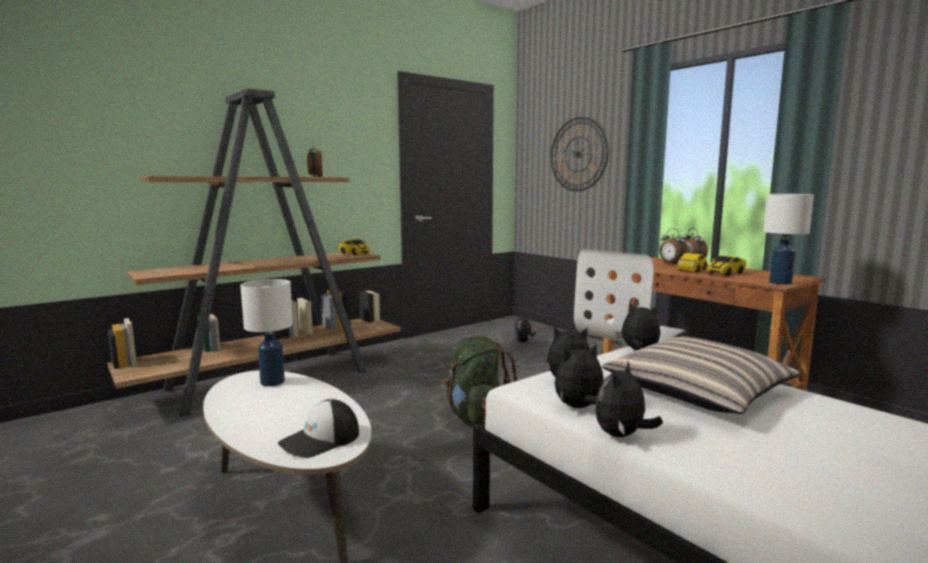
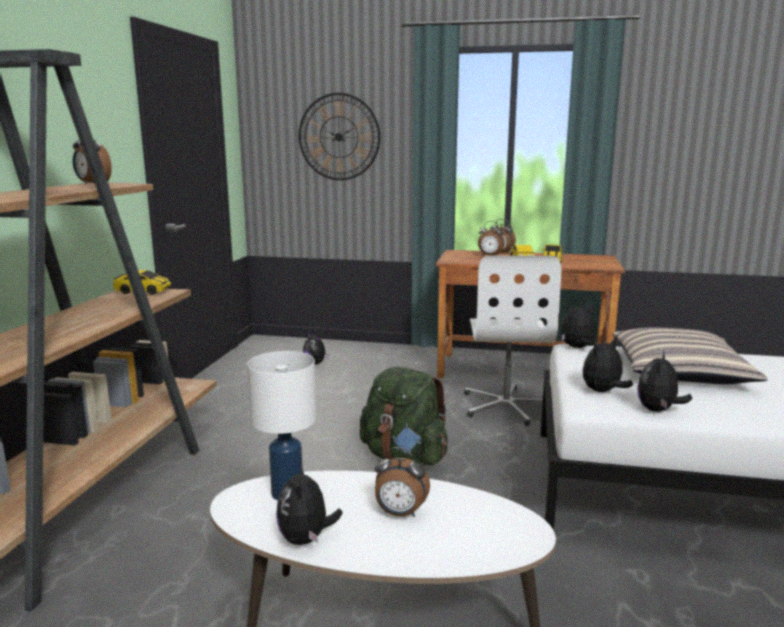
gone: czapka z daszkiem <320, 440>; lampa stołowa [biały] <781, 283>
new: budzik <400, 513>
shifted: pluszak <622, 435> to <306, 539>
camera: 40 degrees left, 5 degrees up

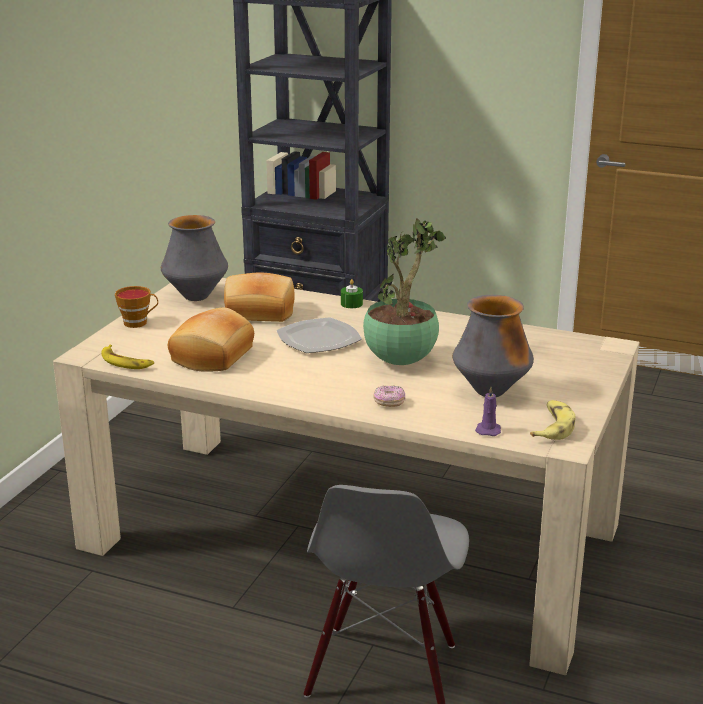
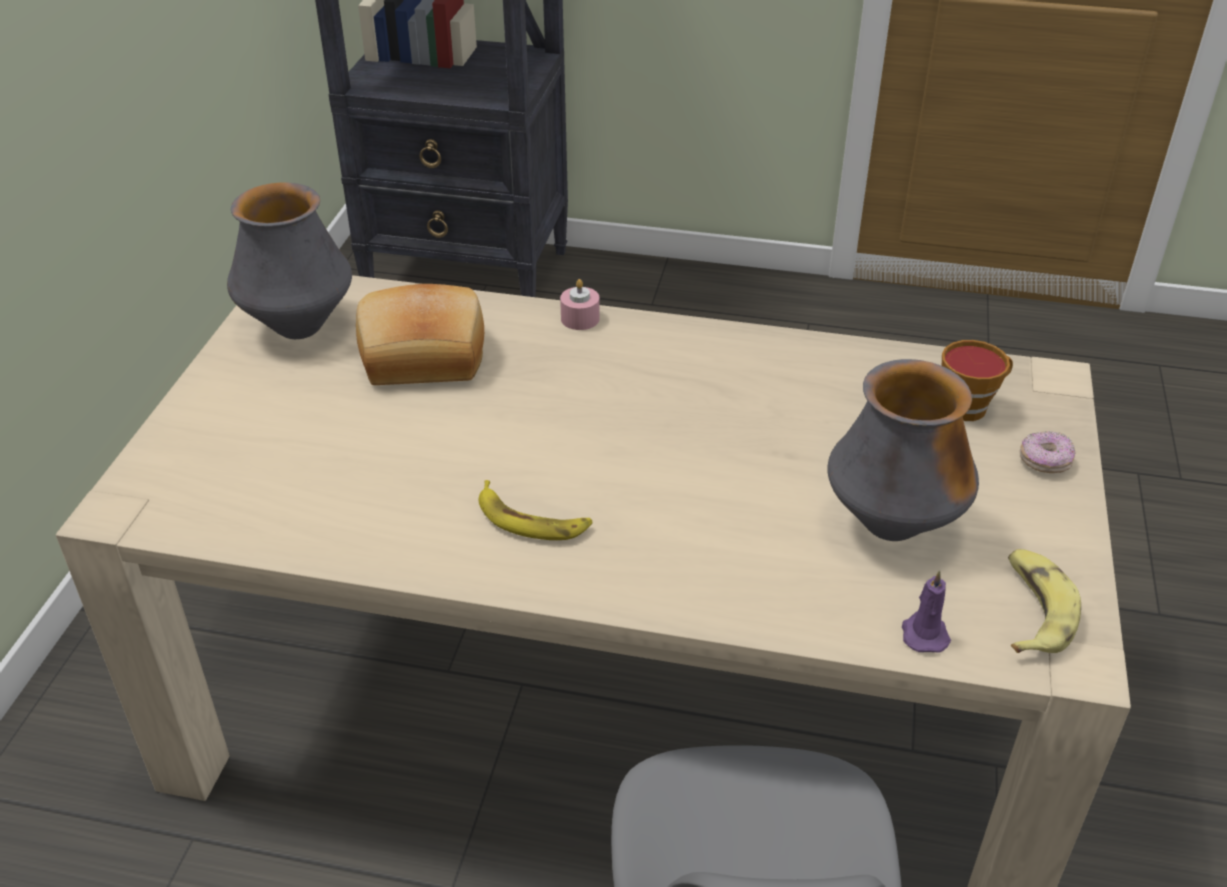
gone: chleb <214, 356>; talerz <317, 339>; roślina doniczkowa <401, 360>
shifted: banan <126, 362> to <531, 520>; filiżanka <138, 322> to <969, 406>; donut <389, 403> to <1044, 462>
repainted: świeca [zielony] <351, 304> to świeca [różowy] <580, 319>
camera: 10 degrees left, 15 degrees up

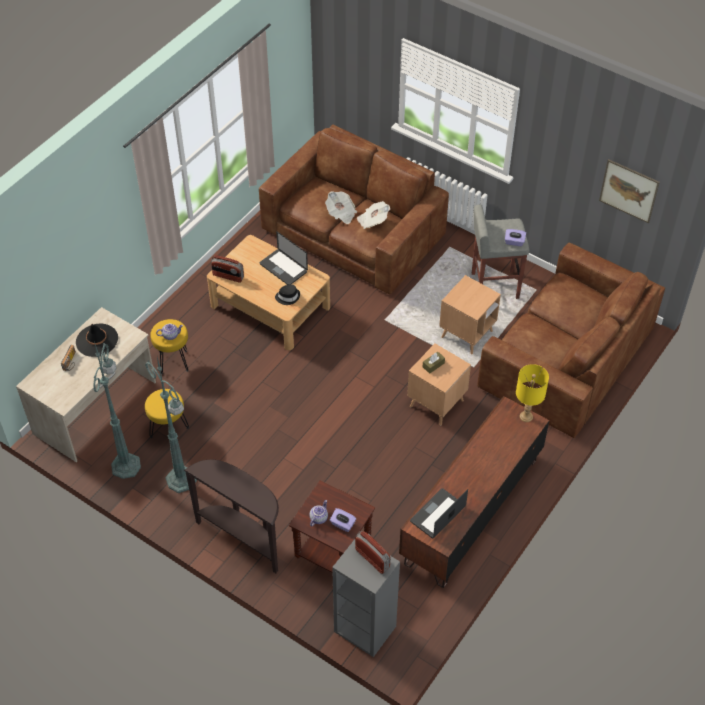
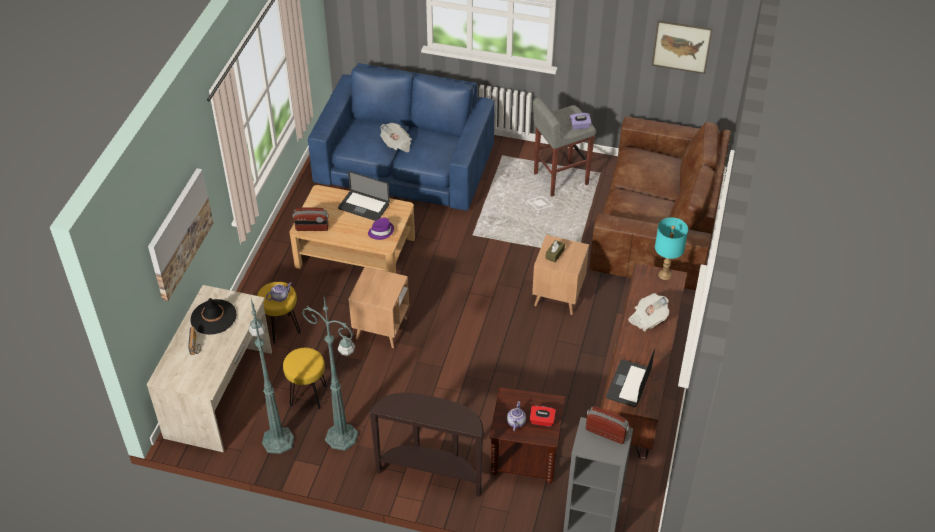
new: obraz <179, 233>
shifted: gazeta <372, 221> to <647, 319>; stolik [brązowy] <467, 334> to <381, 328>
repainted: kanapa [brązowy] <354, 233> to kanapa [niebieski] <405, 165>; kapelusz [czarny] <288, 297> to kapelusz [fioletowy] <381, 231>; pudełko chusteczek [fioletowy] <342, 524> to pudełko chusteczek [czerwony] <542, 421>; lampa stołowa [żółty] <526, 416> to lampa stołowa [turkusowy] <664, 275>
camera: 20 degrees left, 5 degrees down

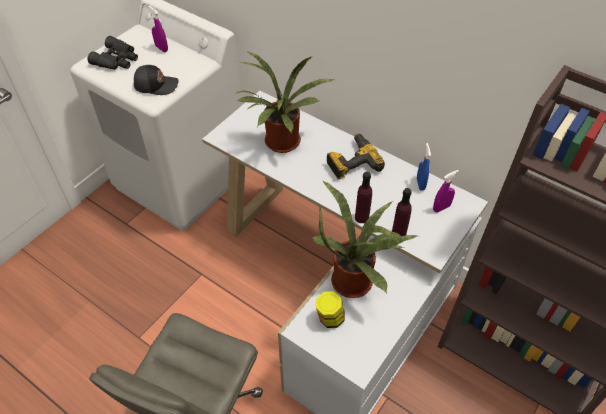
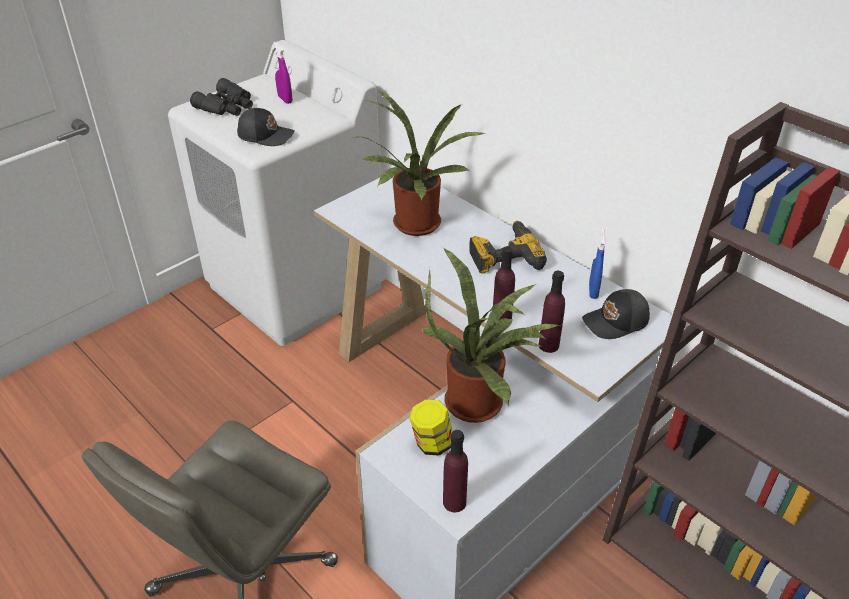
new: butelka [fioletowy] <454, 502>
swapped: spryskiwacz [fioletowy] <441, 208> to czapka z daszkiem [czarny] <616, 322>
camera: 10 degrees right, 10 degrees down

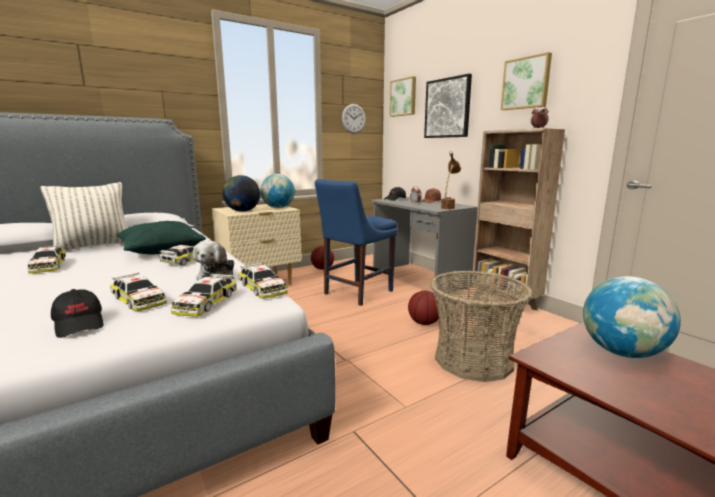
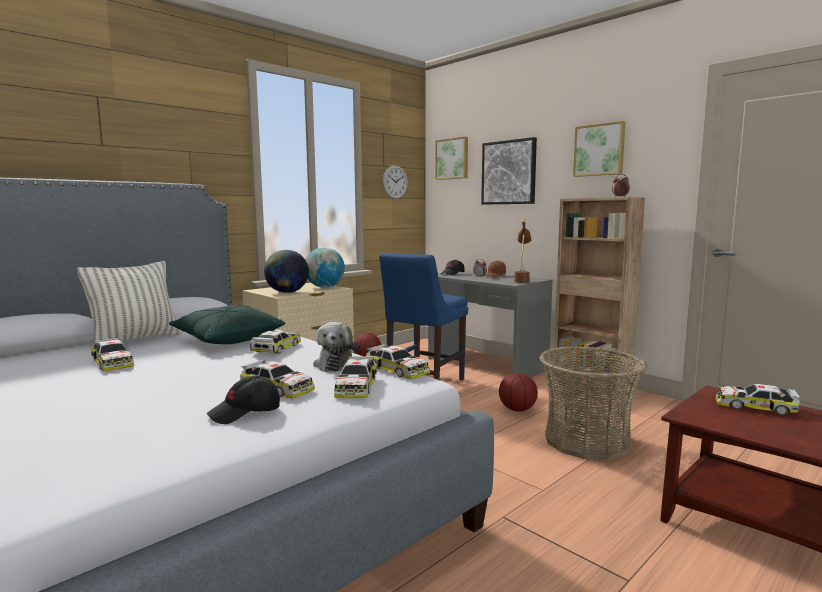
swapped: globus <622, 352> to samochodzik <755, 406>
rotated: czapka z daszkiem [czarny] <80, 324> = <245, 413> 105 degrees clockwise
camera: 10 degrees left, 5 degrees down

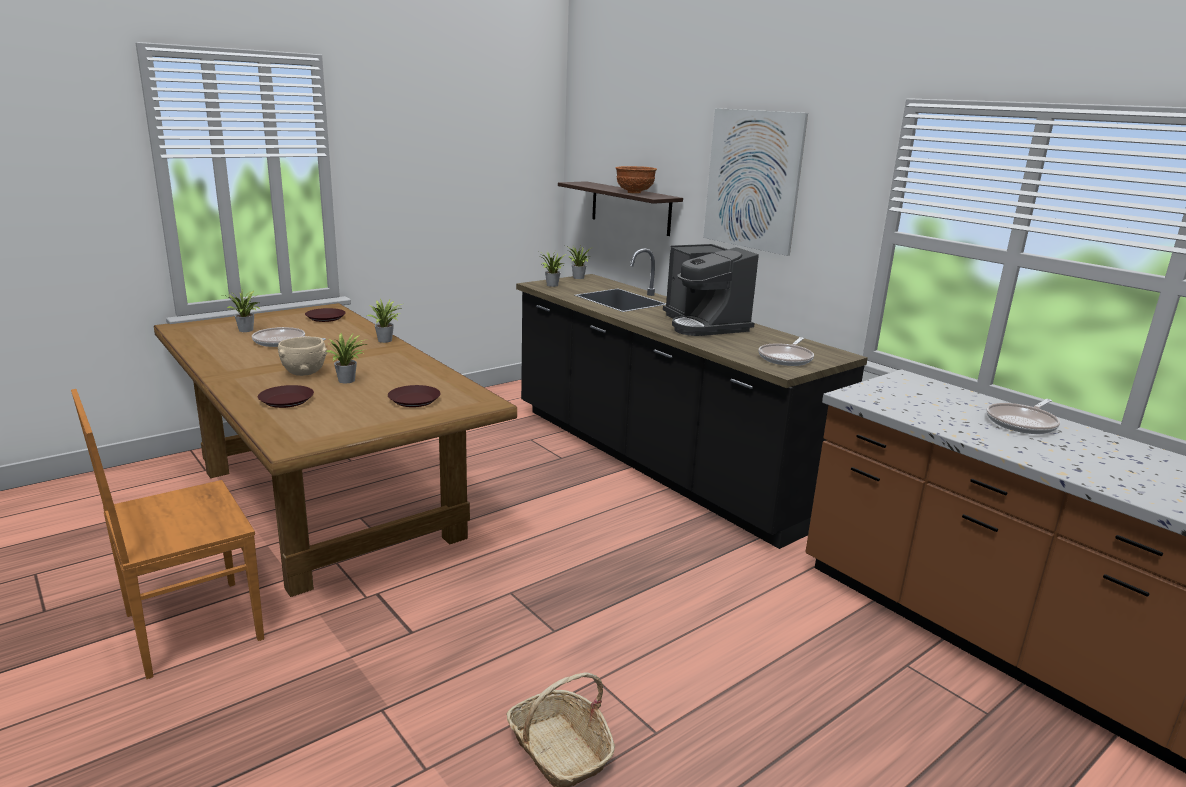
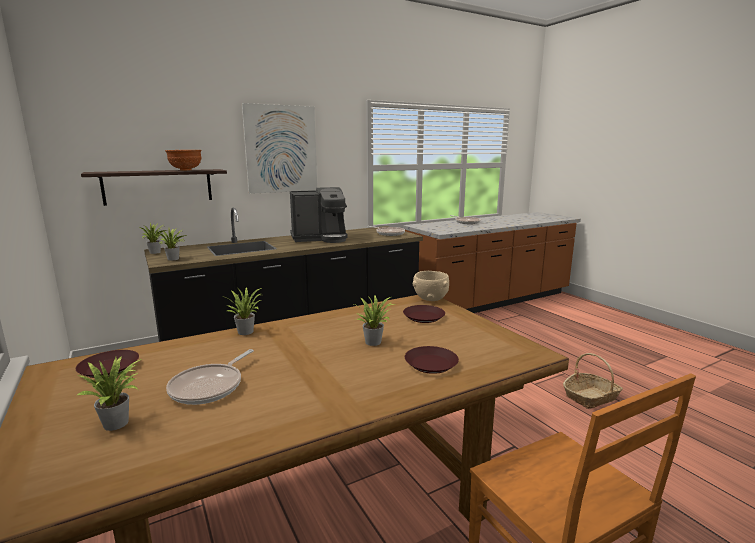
shifted: miska [beżowy] <304, 373> to <430, 299>
camera: 80 degrees left, 5 degrees down

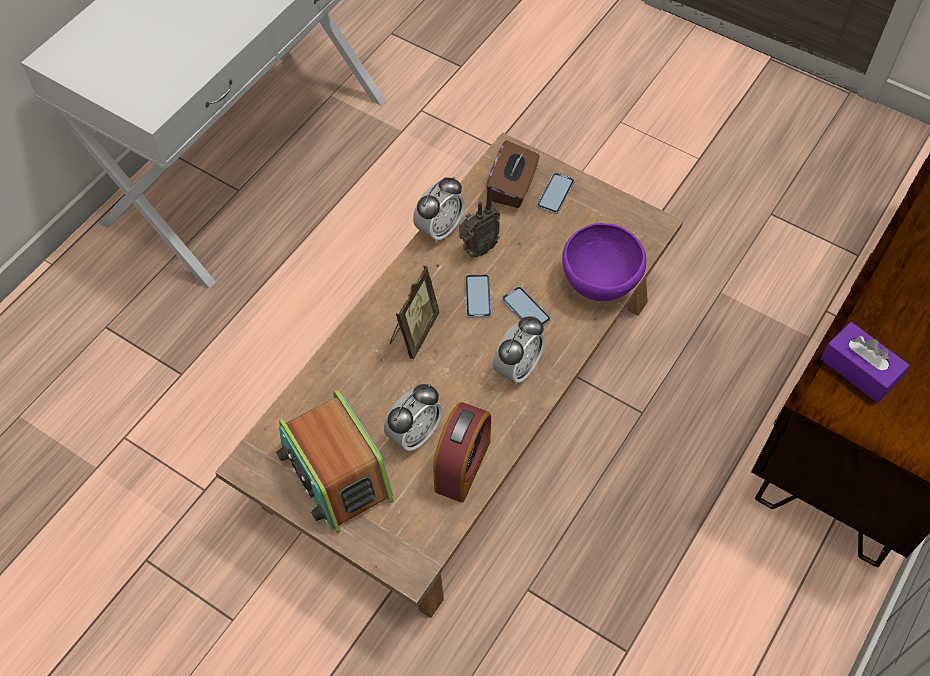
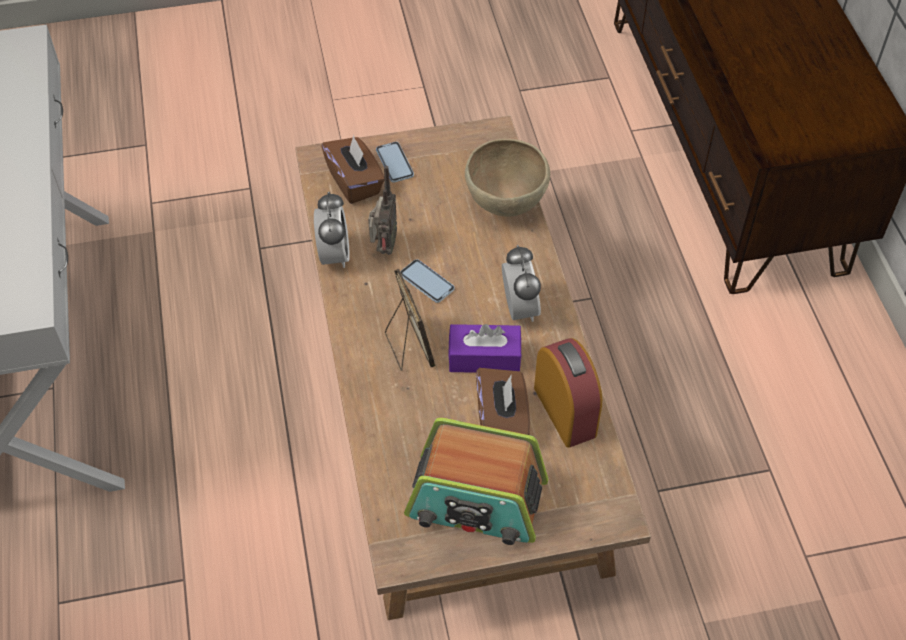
gone: telefon <526, 309>
shifted: pudełko chusteczek [fioletowy] <859, 369> to <484, 357>
swapped: budzik <414, 434> to pudełko chusteczek [brązowy] <502, 420>
repainted: miska [fioletowy] <599, 283> to miska [brązowy] <505, 203>
camera: 45 degrees left, 5 degrees down

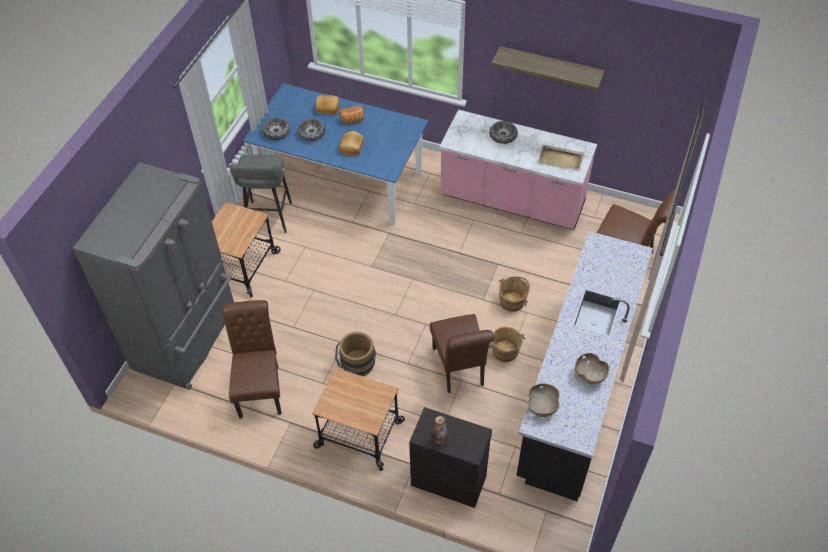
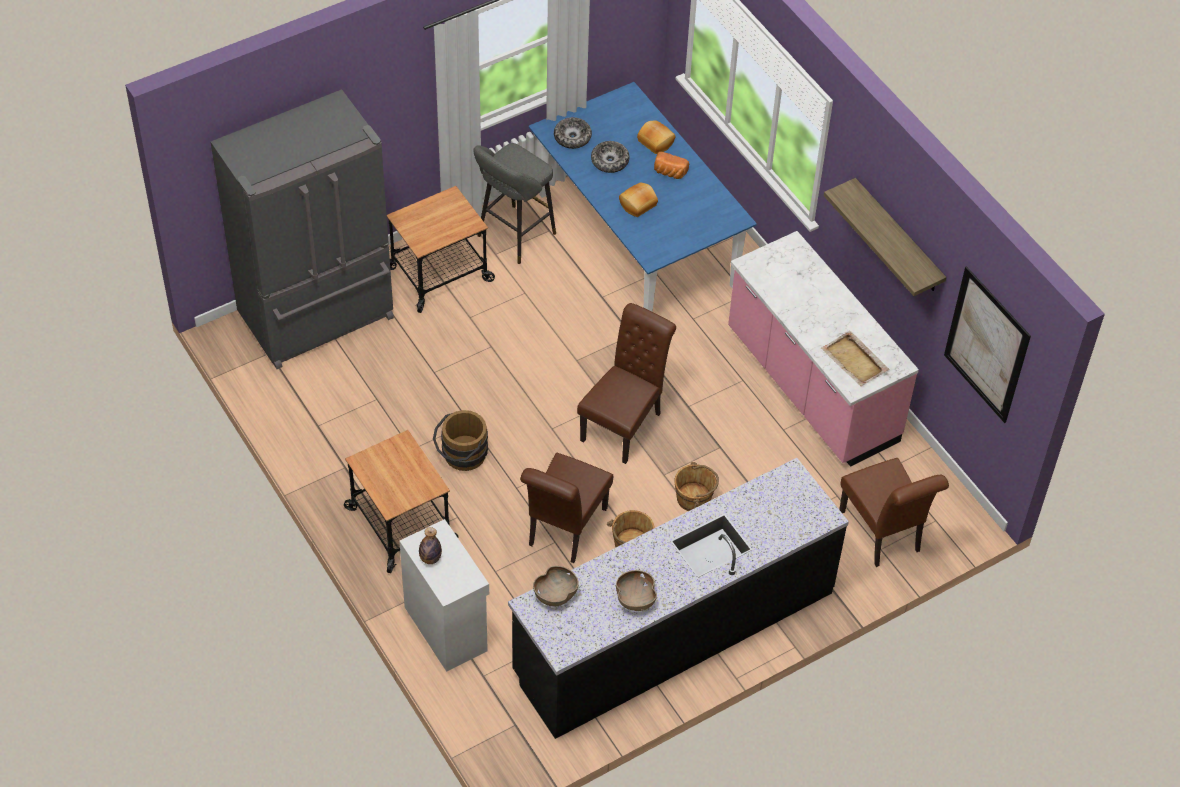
gone: miska <503, 135>
new: obraz <986, 345>
shifted: krzesło [brązowy] <260, 387> to <624, 423>
repainted: szafka [czarny] <448, 479> to szafka [biały] <446, 627>
camera: 35 degrees right, 0 degrees up

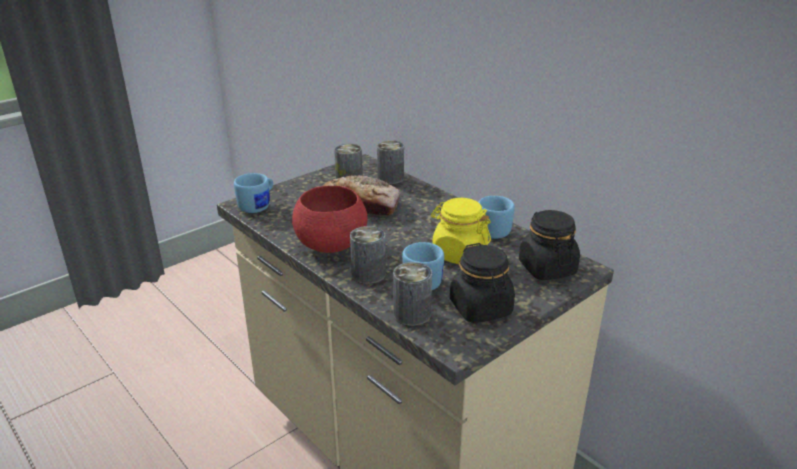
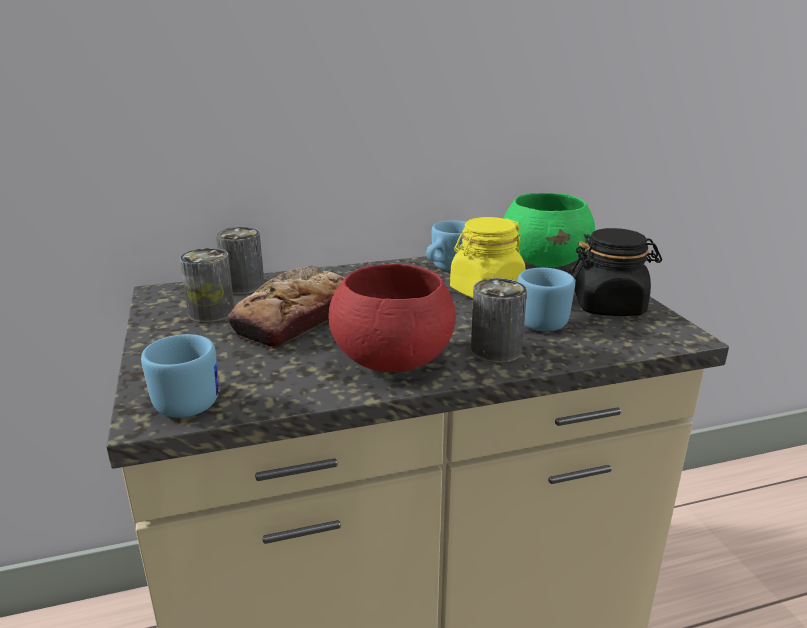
gone: puszka <412, 314>
swapped: słoik [czarny] <547, 268> to miska [zielony] <545, 262>
camera: 65 degrees left, 5 degrees down

